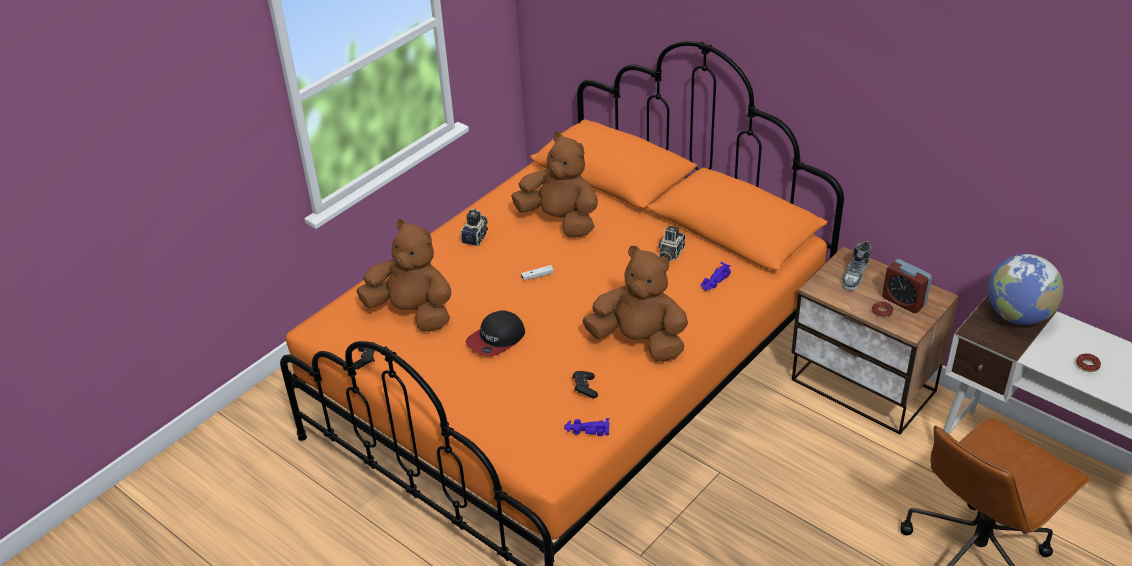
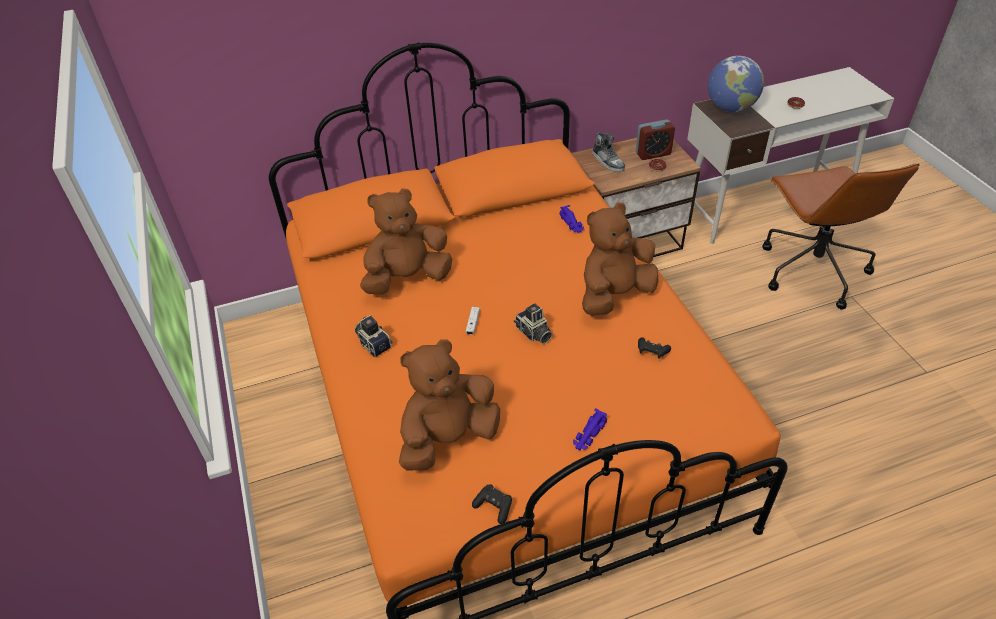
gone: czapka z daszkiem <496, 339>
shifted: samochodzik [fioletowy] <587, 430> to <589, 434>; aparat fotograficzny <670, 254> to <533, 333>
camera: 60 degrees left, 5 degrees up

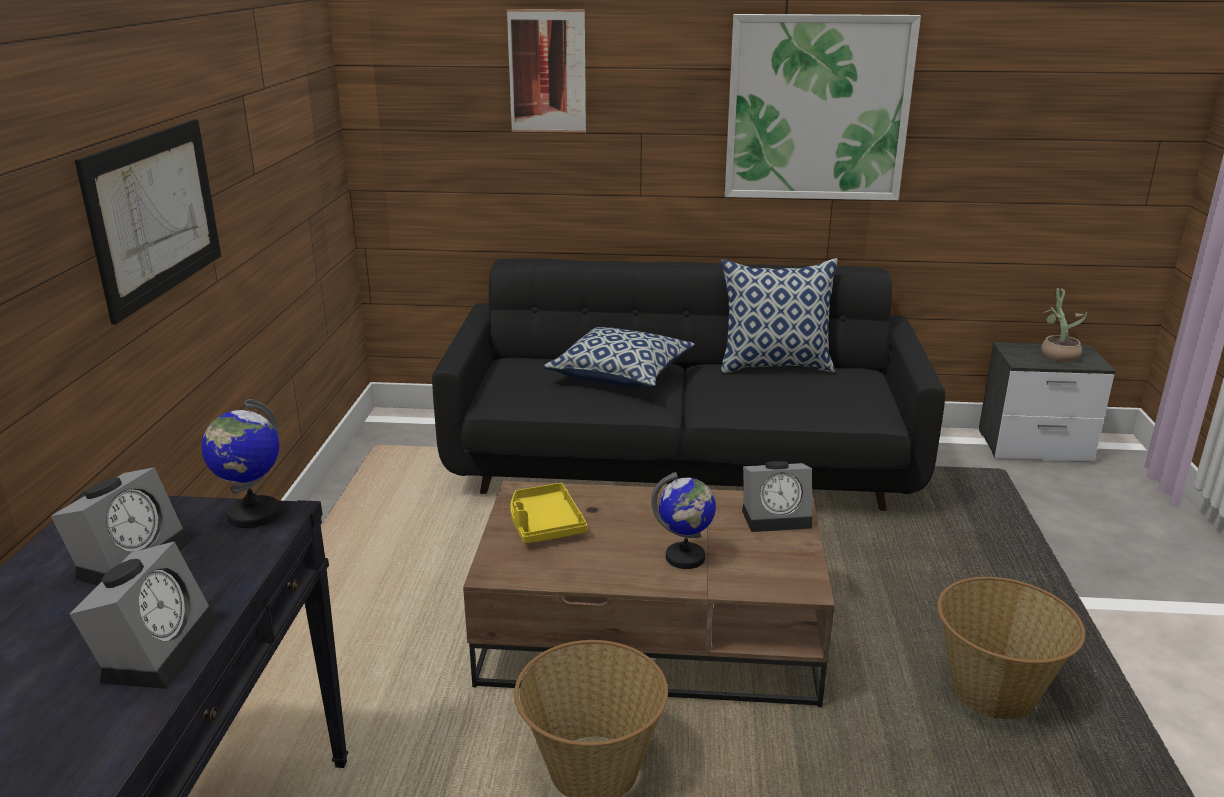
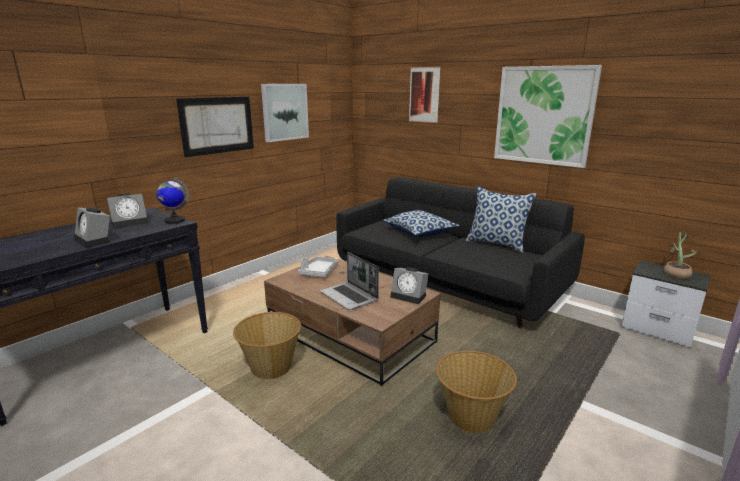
new: obraz <285, 112>
swapped: globus <685, 558> to laptop <349, 297>
repainted: taca [żółty] <544, 524> to taca [szary] <318, 271>
rotated: budzik <157, 648> = <95, 241> 90 degrees clockwise
camera: 35 degrees right, 5 degrees down

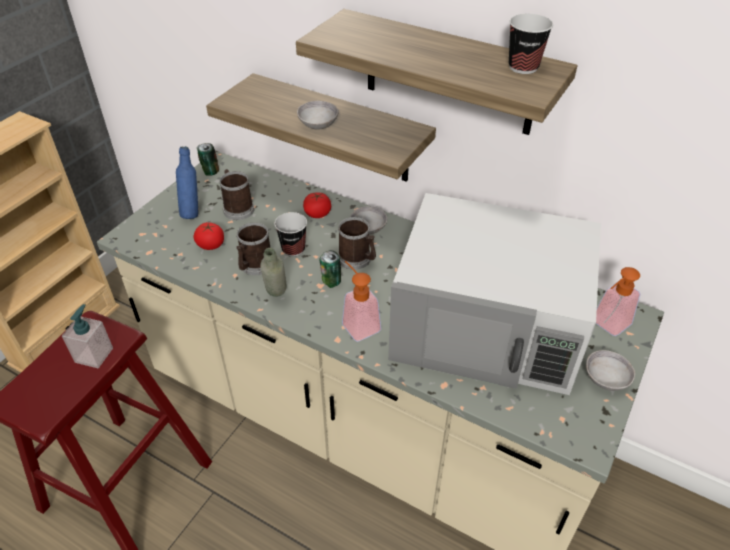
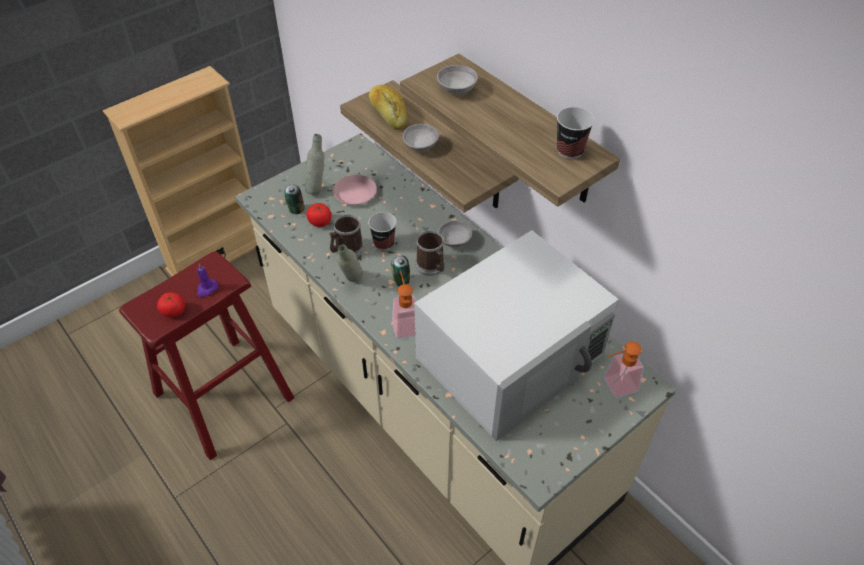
new: chleb <388, 114>
shifted: puszka <210, 172> to <295, 210>; pomidor <317, 214> to <174, 311>; miska [szary] <605, 379> to <457, 89>
swapped: dozownik mydła <94, 355> to świeca [fioletowy] <207, 289>; kubek <237, 208> to talerz [różowy] <355, 193>
repainted: butelka [niebieski] <192, 212> to butelka [szary] <317, 188>
rotated: mikrofalówka [biały] <488, 326> = <511, 356> 75 degrees counterclockwise
camera: 20 degrees right, 5 degrees up

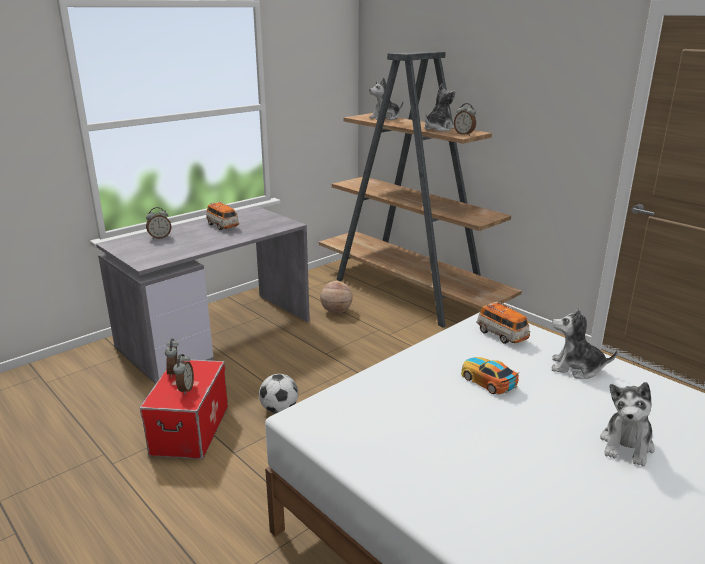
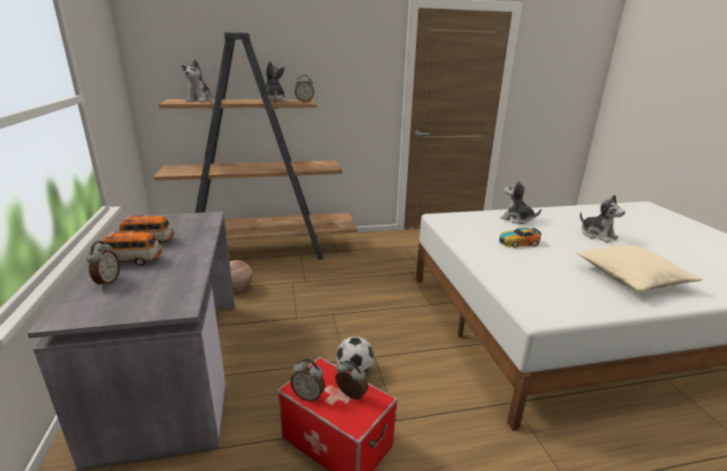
new: poduszka [beżowy] <631, 278>
shifted: samochodzik <502, 335> to <133, 261>
rotated: pluszak <576, 368> = <516, 219> 75 degrees clockwise
camera: 60 degrees left, 0 degrees up

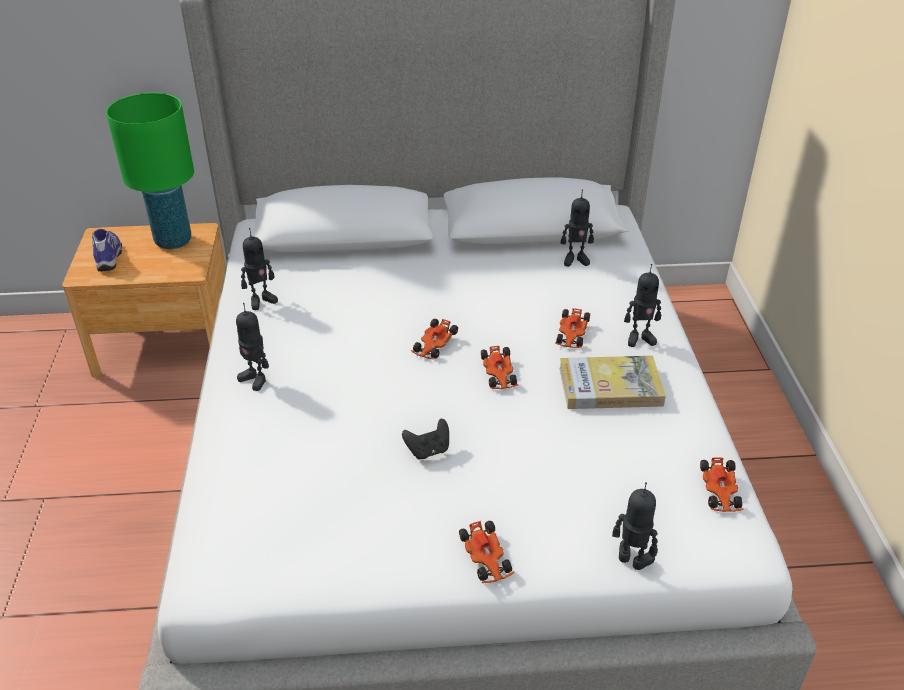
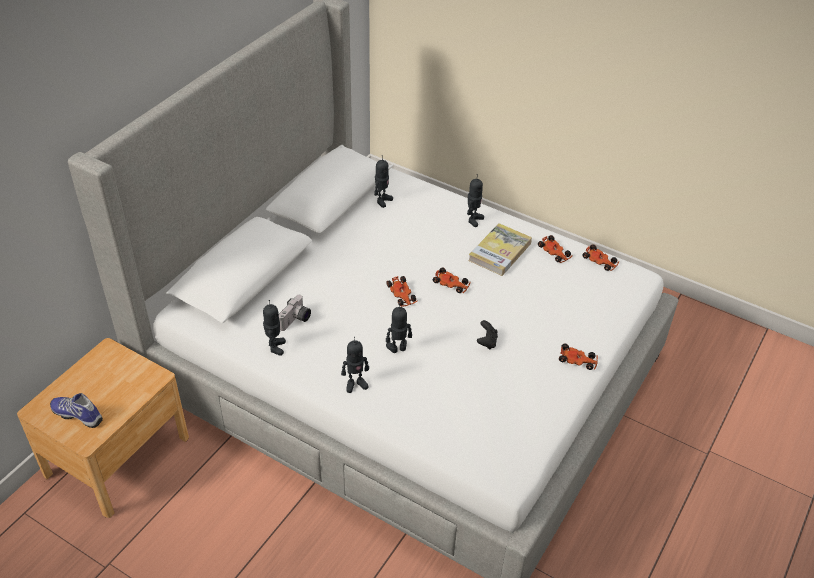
gone: lampa stołowa [zielony] <173, 241>
new: aparat fotograficzny <296, 321>
shifted: samochodzik <571, 334> to <554, 253>; robot zabawkowy <631, 560> to <398, 349>
camera: 55 degrees left, 5 degrees up

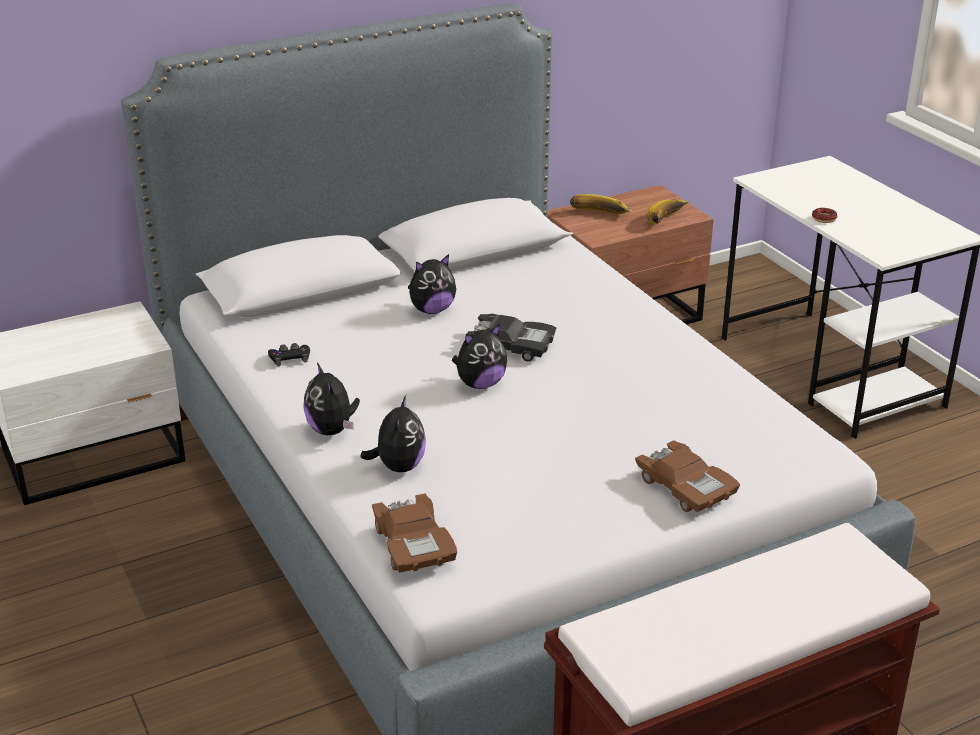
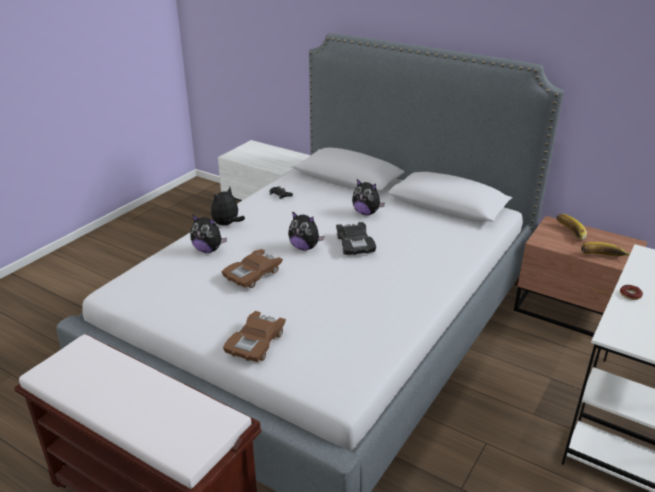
shifted: samochodzik [brązowy] <413, 544> to <253, 274>
rotated: pluszak <398, 467> = <208, 250> 45 degrees clockwise
camera: 60 degrees right, 0 degrees up

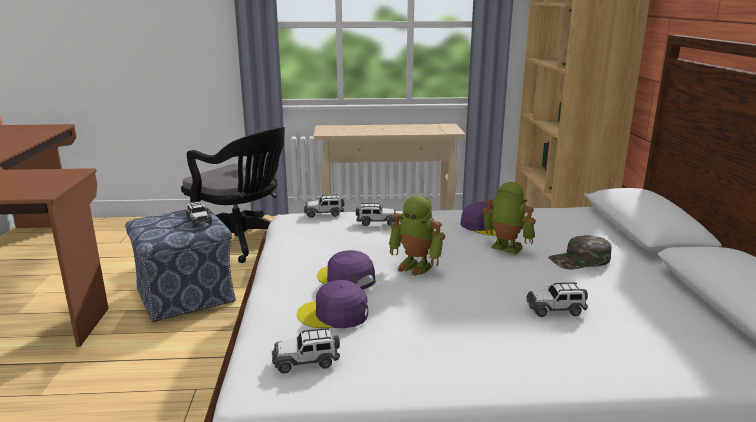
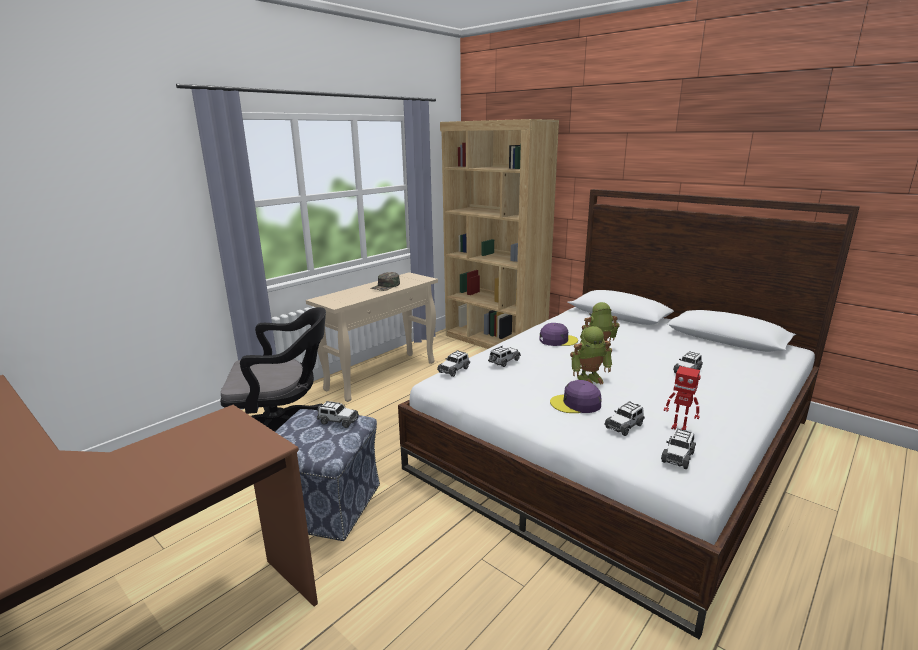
new: robot zabawkowy <679, 428>
shifted: czapka z daszkiem [zielony] <579, 260> to <386, 286>
swapped: czapka z daszkiem [fioletowy] <334, 314> to samochodzik <624, 426>
camera: 45 degrees left, 0 degrees up

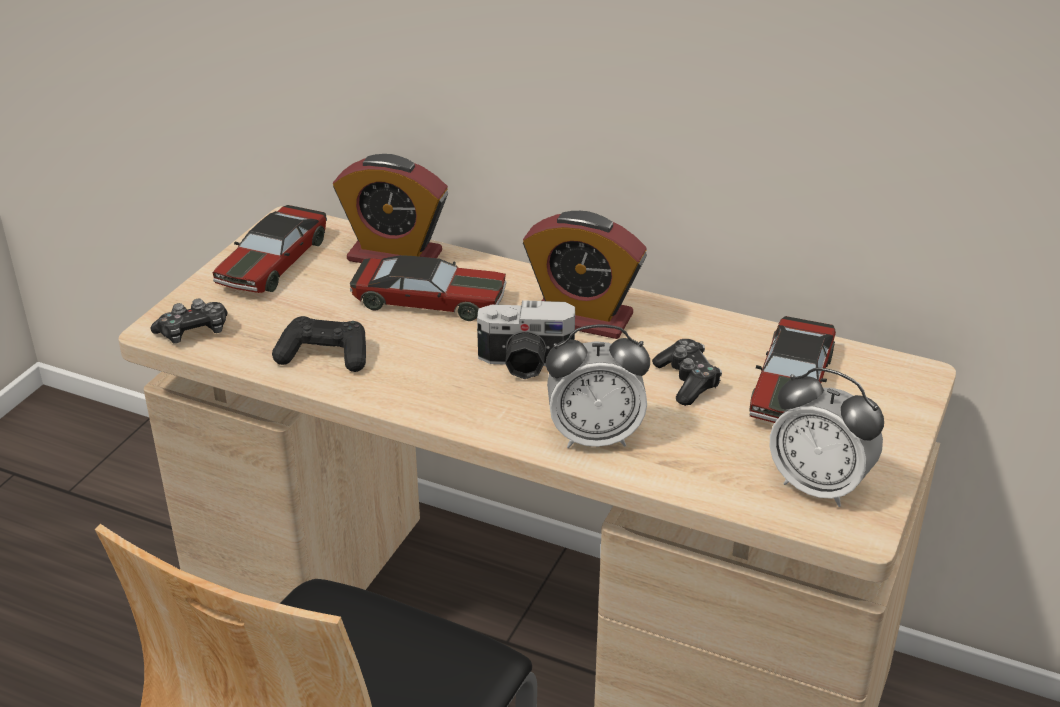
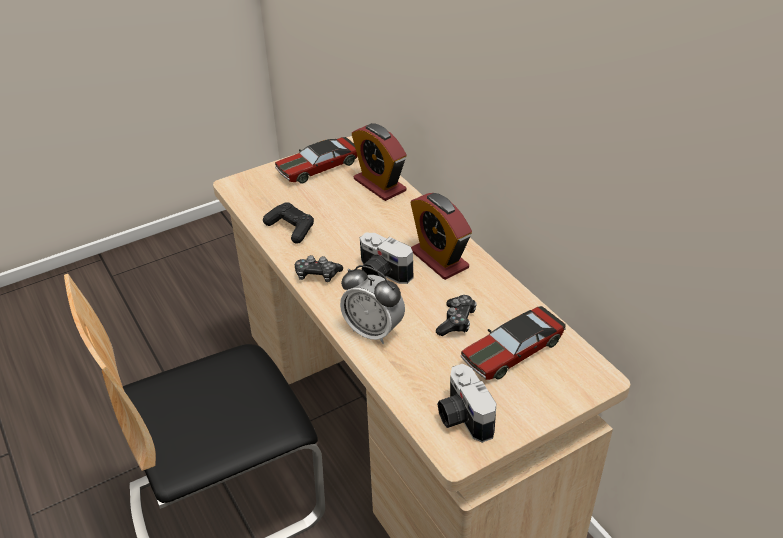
gone: samochodzik <430, 300>
shifted: pad do gier <193, 332> to <317, 275>
swapped: budzik <818, 486> to aparat fotograficzny <462, 417>
camera: 35 degrees right, 5 degrees up

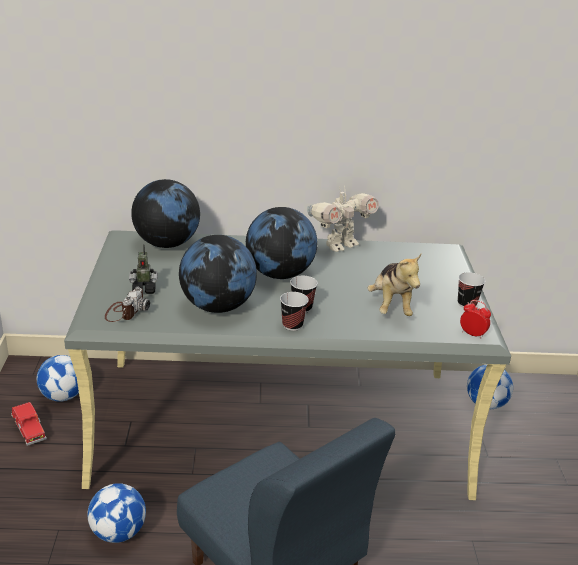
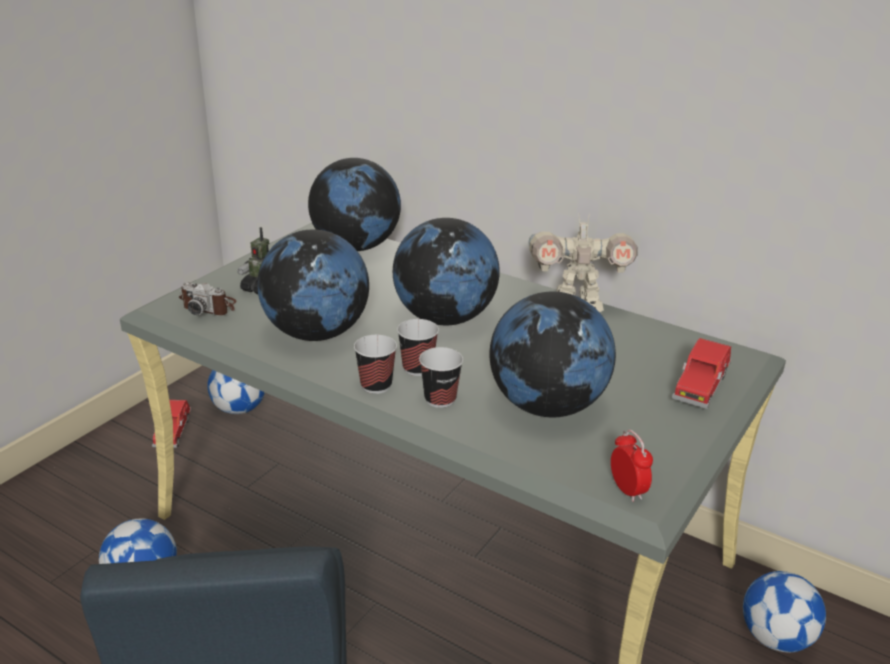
new: samochodzik [czerwony] <701, 387>
shifted: filiżanka <467, 304> to <440, 399>
swapped: pluszak <390, 306> to globus <547, 406>
rotated: aparat fotograficzny <125, 311> = <210, 307> 60 degrees clockwise
camera: 35 degrees right, 0 degrees up

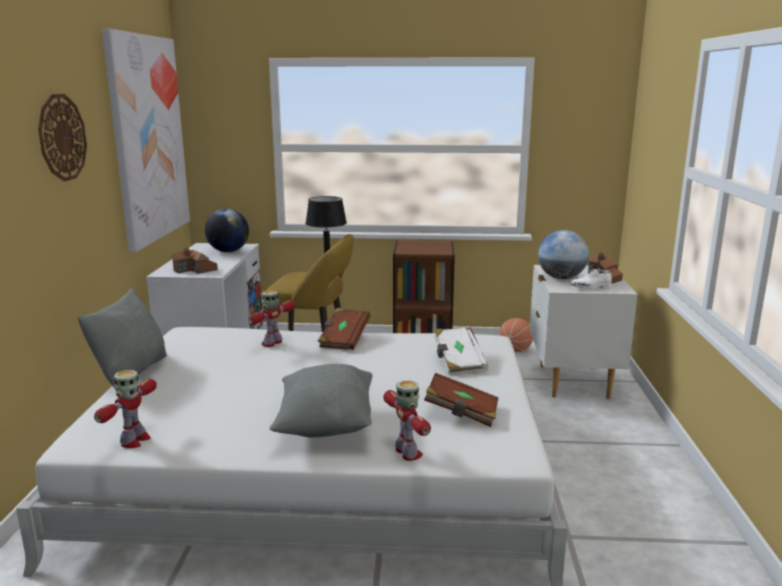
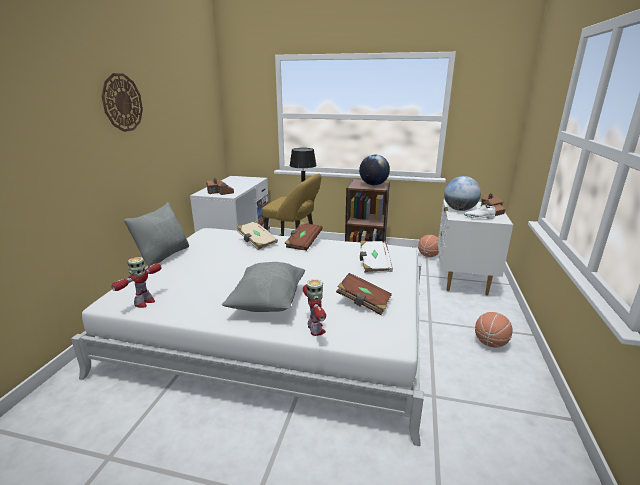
gone: obraz <148, 139>
new: piłka do koszykówki <490, 343>
shifted: globus <228, 251> to <373, 185>
swapped: robot zabawkowy <272, 343> to książka [beżowy] <256, 242>
camera: 10 degrees right, 5 degrees up

